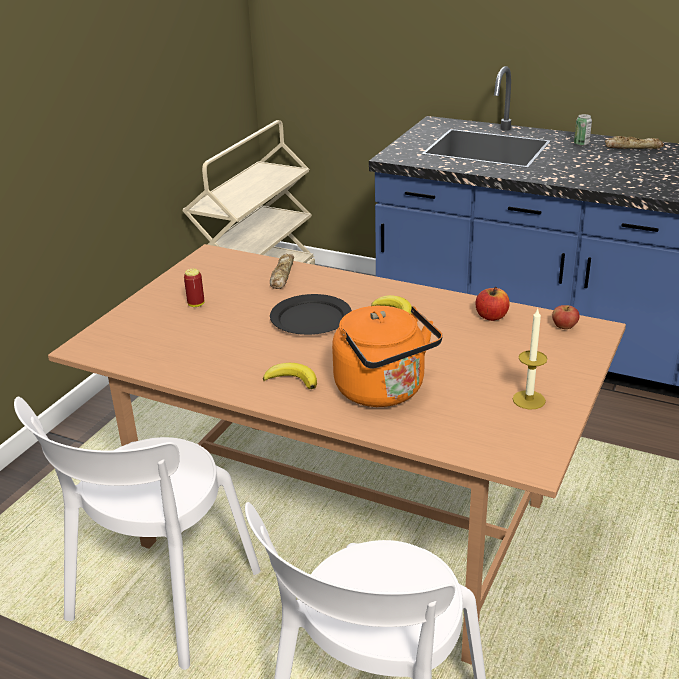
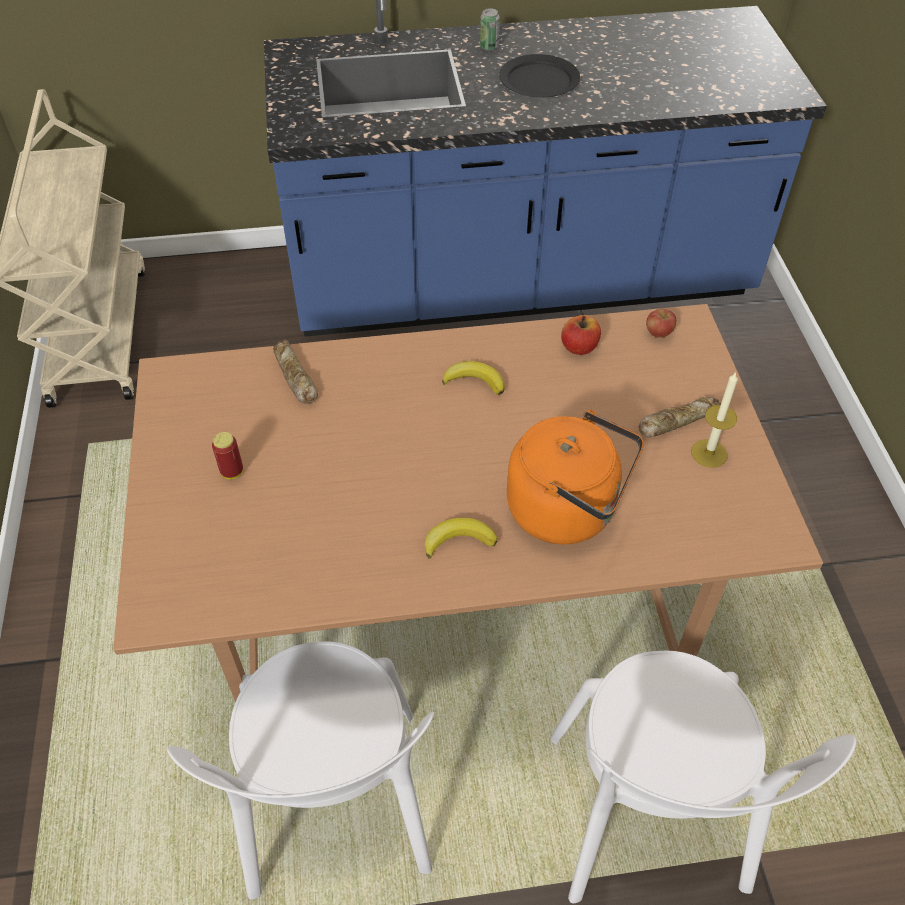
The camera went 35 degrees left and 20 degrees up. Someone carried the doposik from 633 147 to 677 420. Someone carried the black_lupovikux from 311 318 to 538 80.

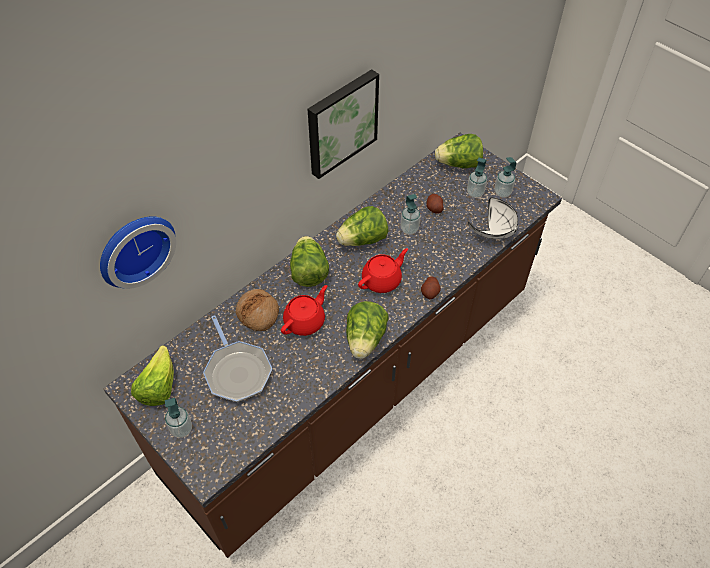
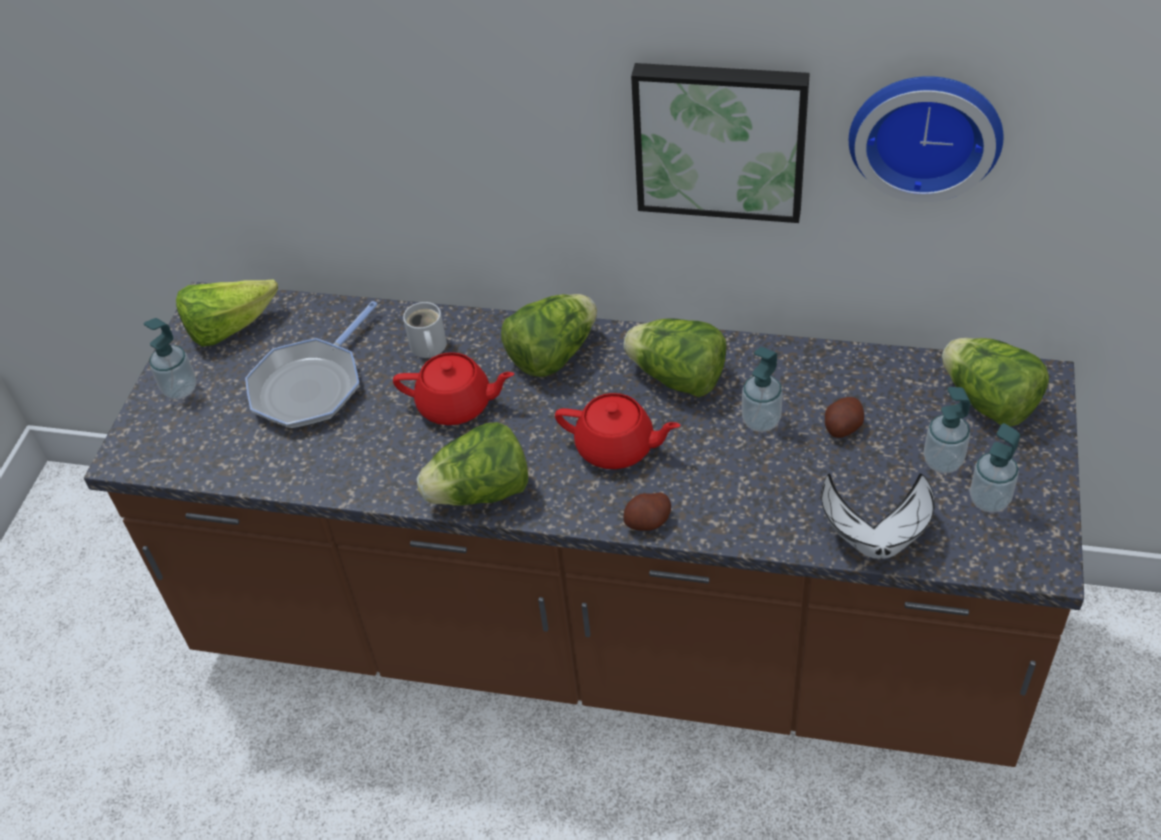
The camera went 60 degrees right and 5 degrees down. Someone carried the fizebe from 134 248 to 925 131. Someone swapped the doposik at 258 313 for the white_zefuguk at 427 348.

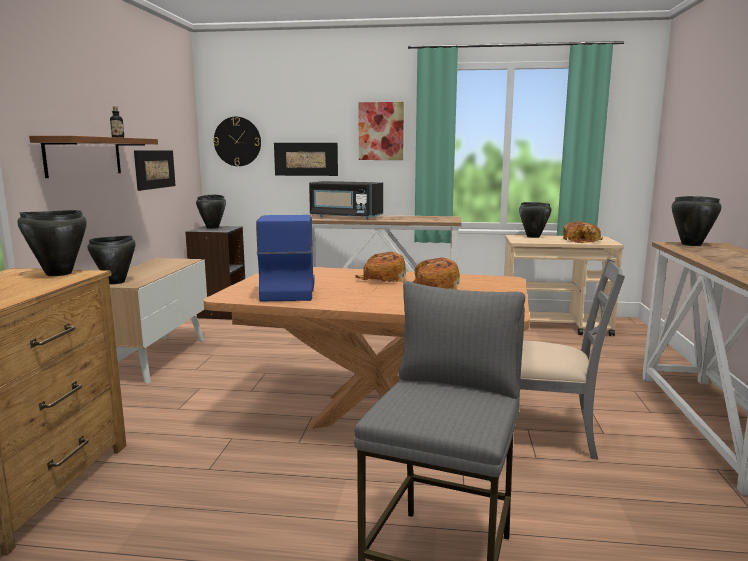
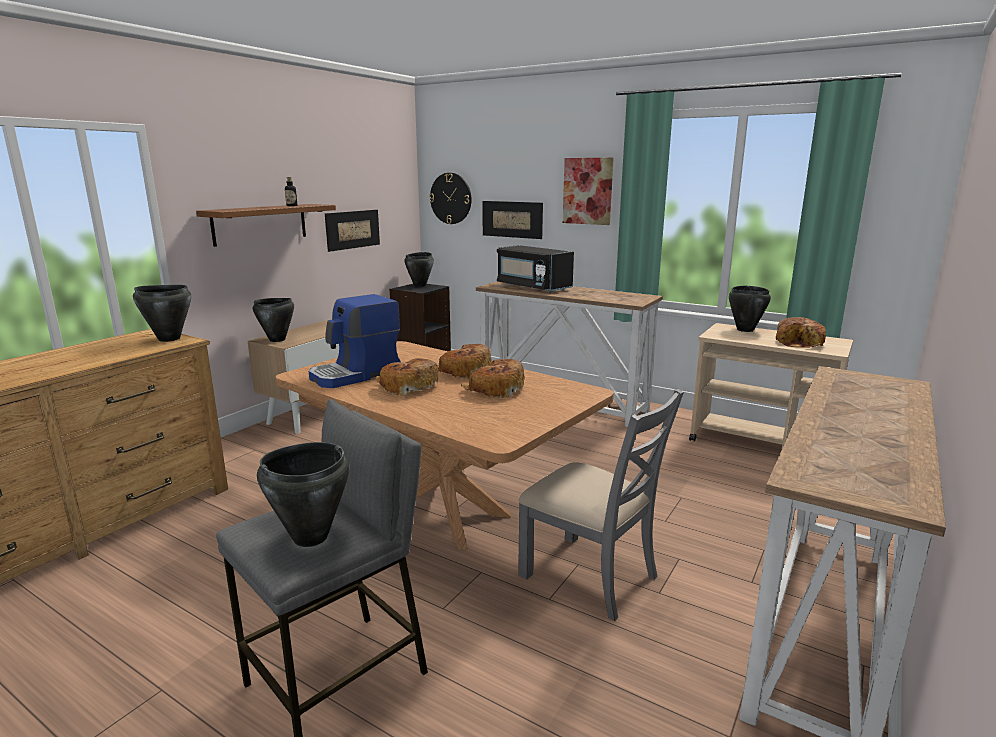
The camera went 25 degrees right and 5 degrees up. Someone carried the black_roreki from 690 244 to 310 537. Someone rotated the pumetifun at 287 291 by 150 degrees counterclockwise. Someone put down the doposik at 408 386.

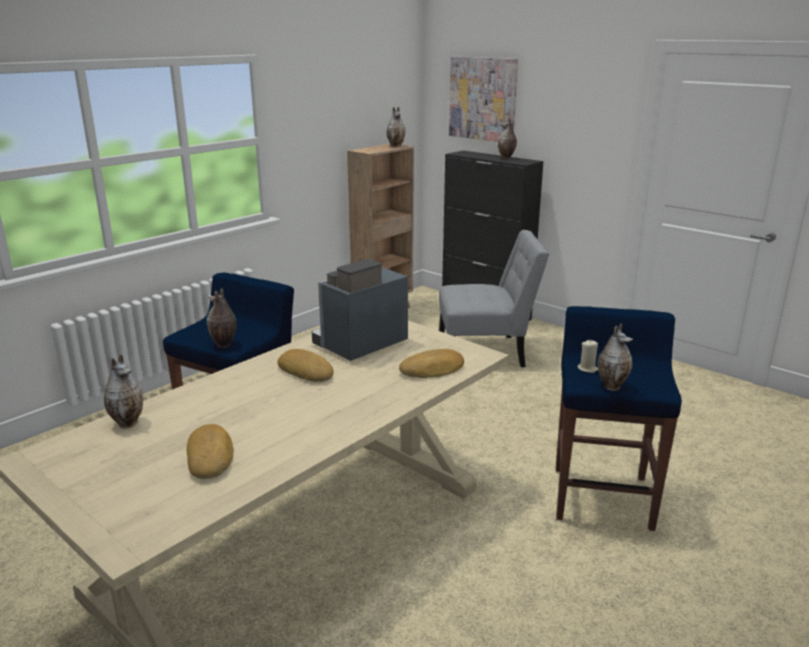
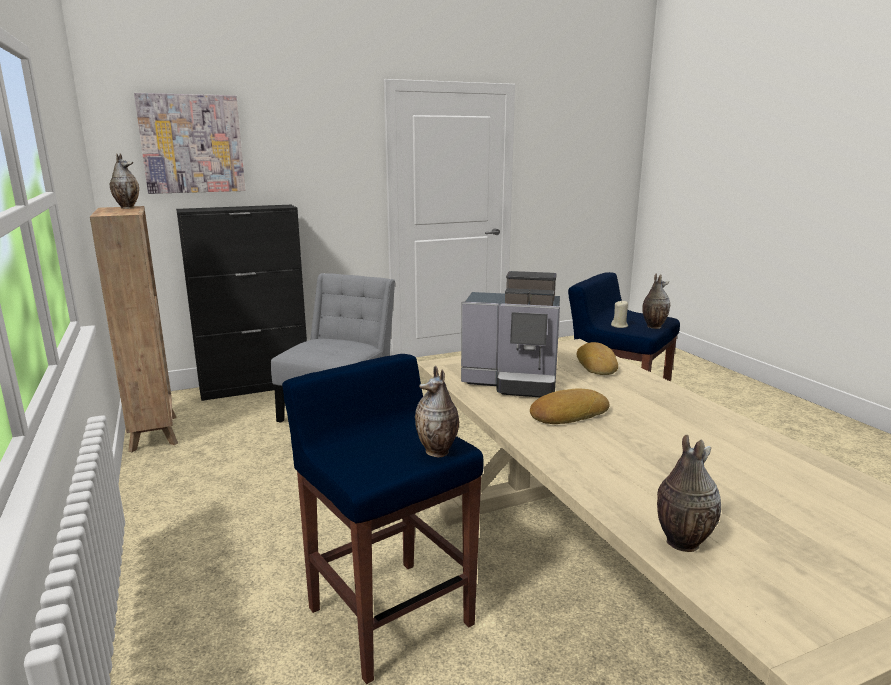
The camera went 65 degrees left and 5 degrees down. Someone took away the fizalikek at 506 157. Someone rotated the pumetifun at 359 345 by 60 degrees counterclockwise. Someone took away the doposik at 211 457.

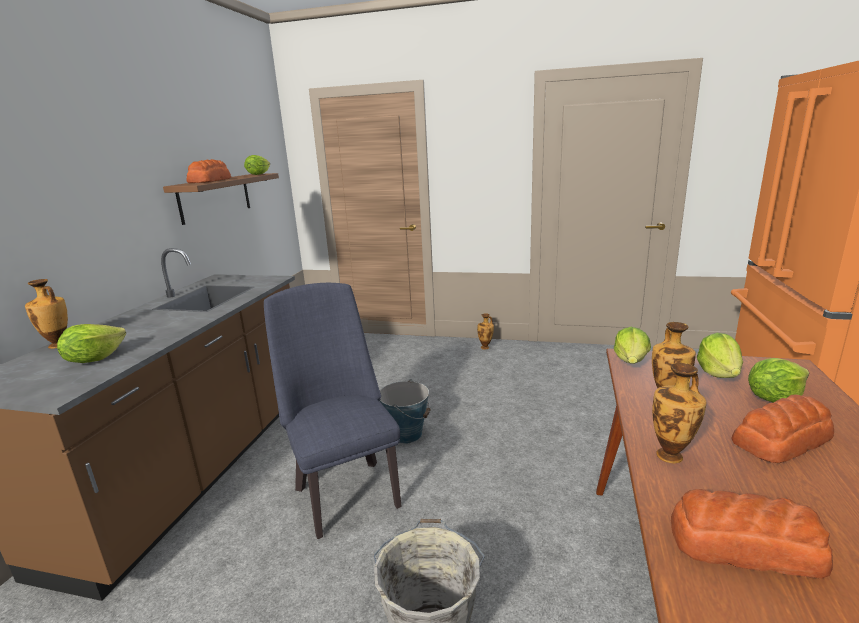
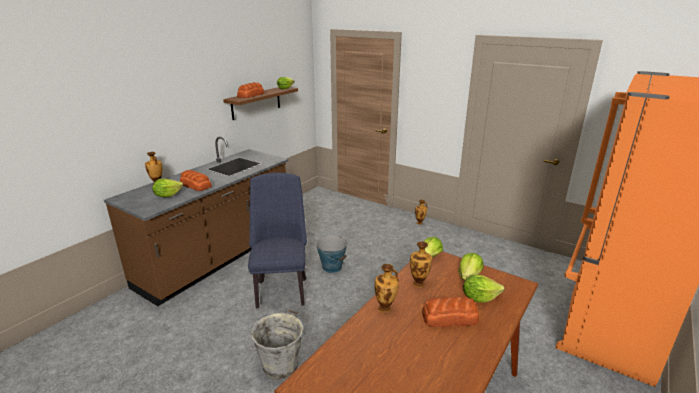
The camera went 20 degrees right and 5 degrees up. Someone carried the doposik from 742 544 to 195 185.

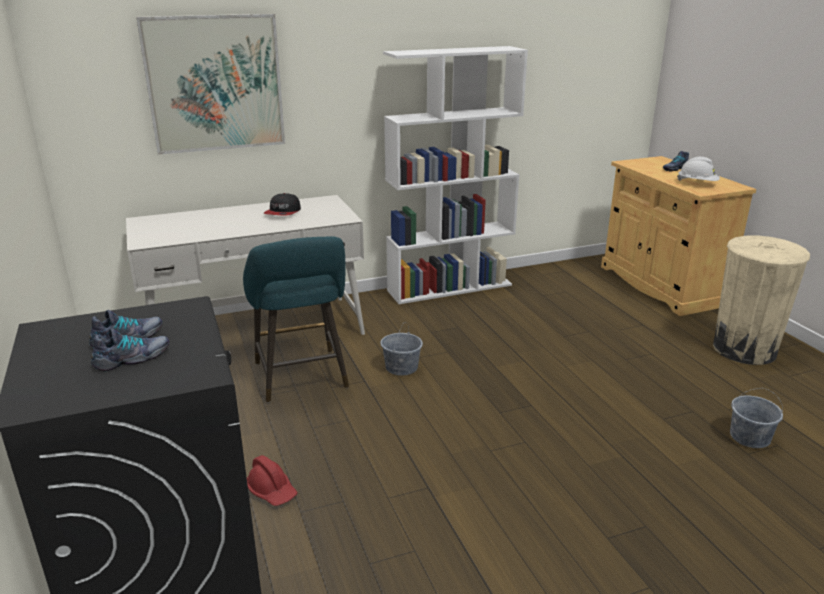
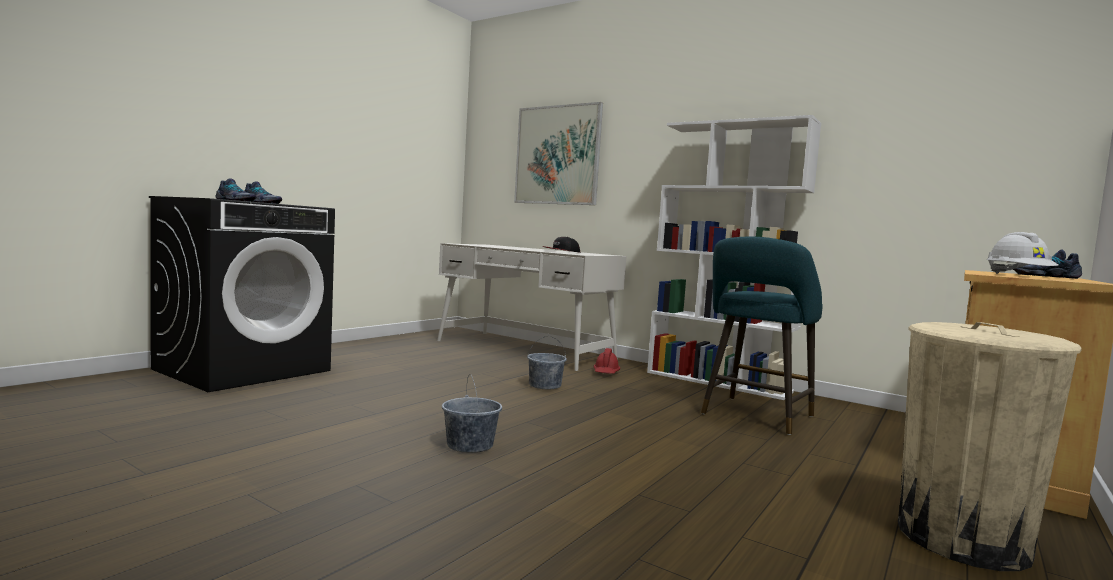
The camera went 55 degrees right and 20 degrees down. Someone carried the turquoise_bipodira from 302 378 to 755 417. Someone carried the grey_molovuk from 750 437 to 470 445. Someone carried the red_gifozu from 272 491 to 606 372.

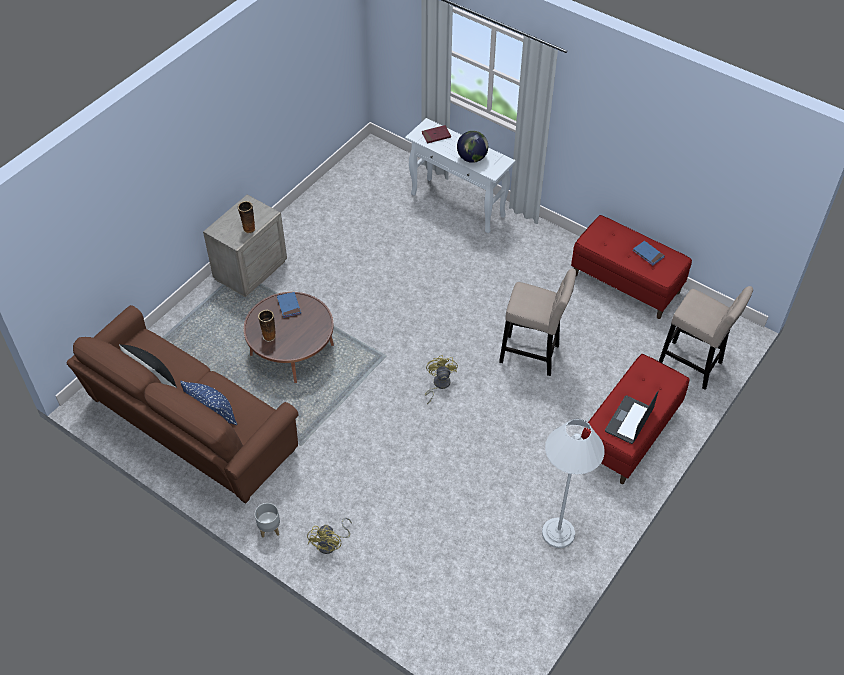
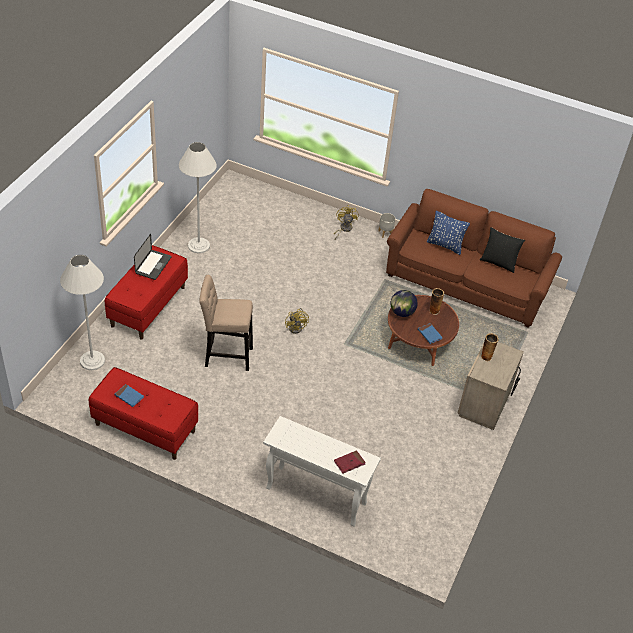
The camera went 165 degrees right and 5 degrees down. Someone carried the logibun from 472 158 to 402 312. Someone swapped the beige_bipodira at 693 366 for the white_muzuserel at 92 360.

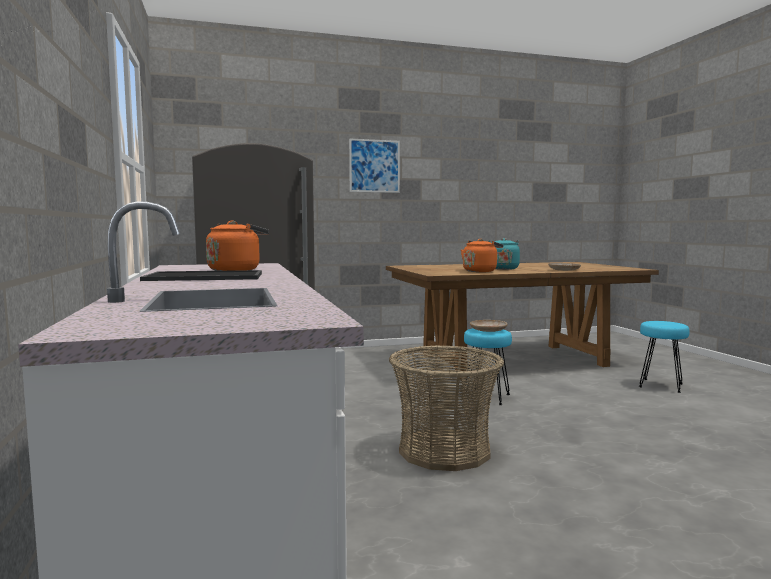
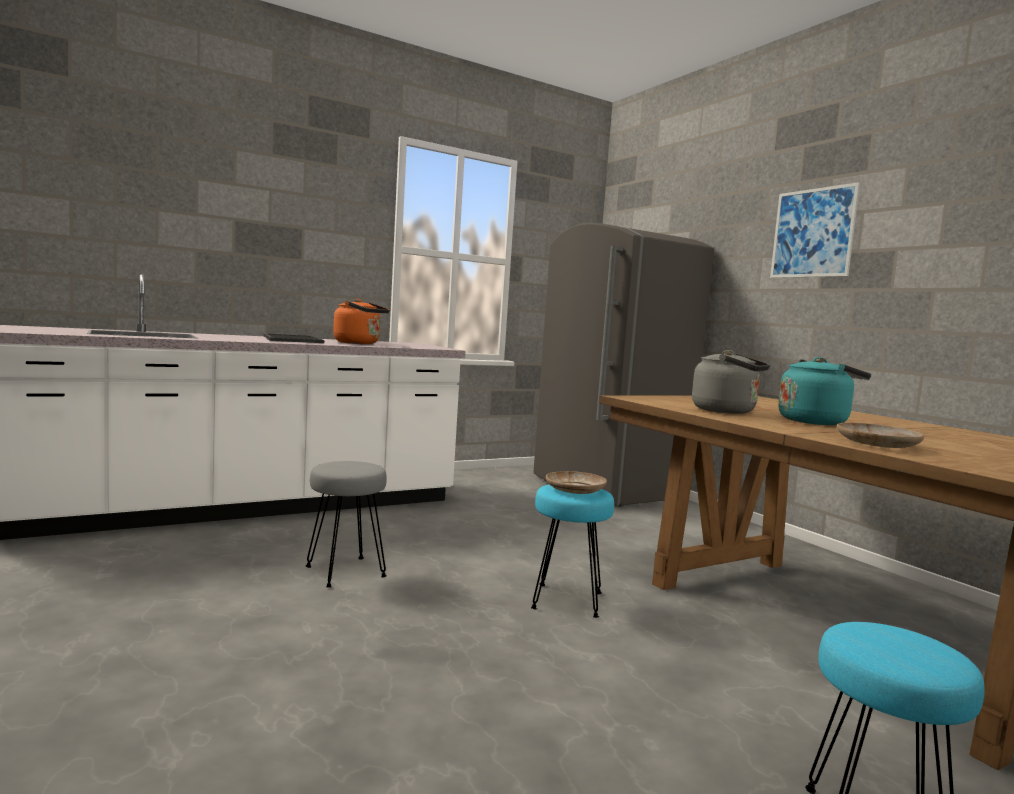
The camera went 75 degrees right and 0 degrees up. Someone repainted the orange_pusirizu at 480 271, which became the grey_pusirizu at 728 411. Someone swapped the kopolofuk at 444 450 for the grey_bipodira at 344 572.

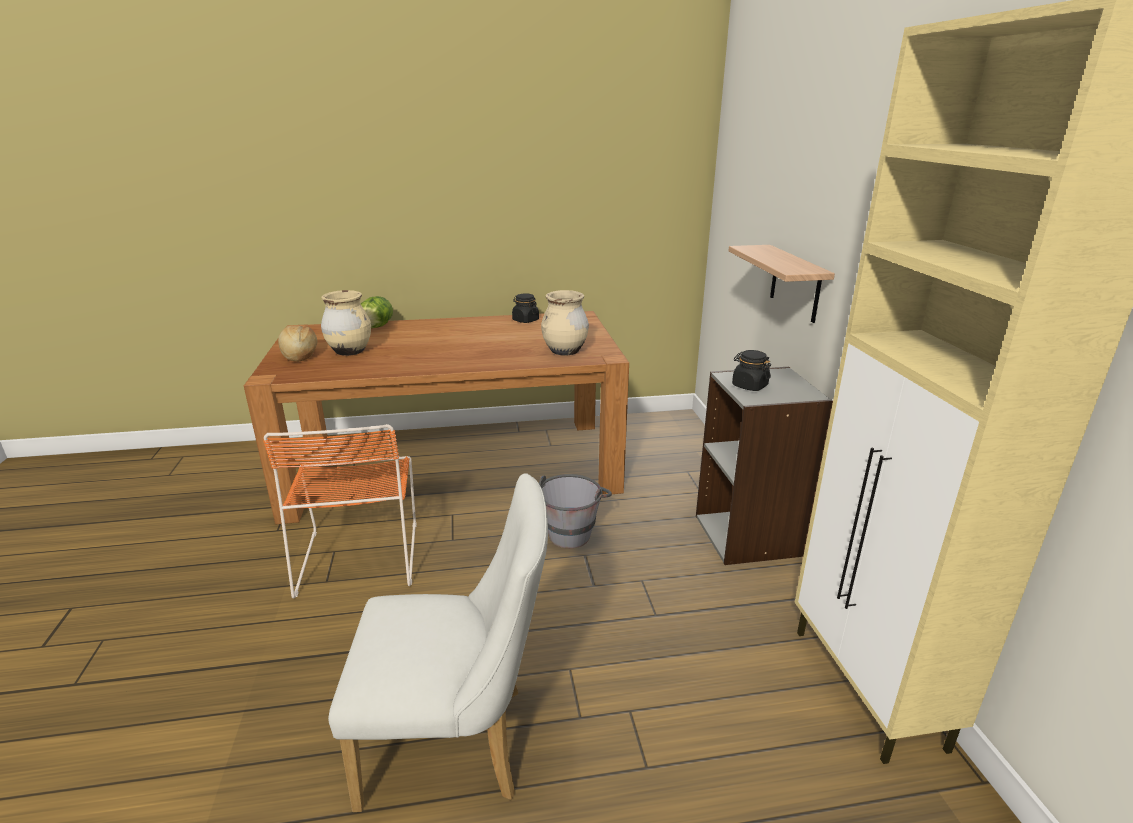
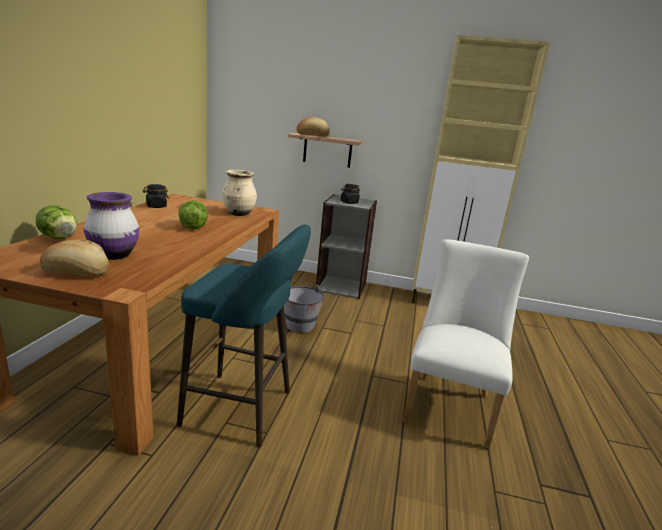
The camera went 70 degrees left and 5 degrees down. Someone repainted the beige_fizalikek at 349 351, which became the purple_fizalikek at 114 255. Someone swapped the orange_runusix at 360 554 for the turquoise_bipodira at 243 409. Someone put down the doposik at 312 135. Someone put down the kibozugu at 193 227.

